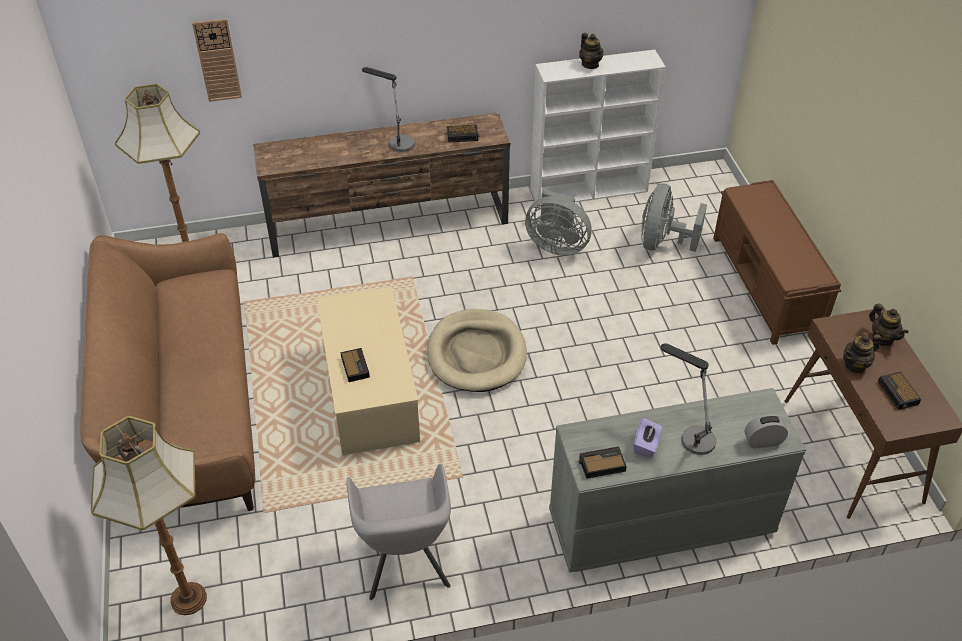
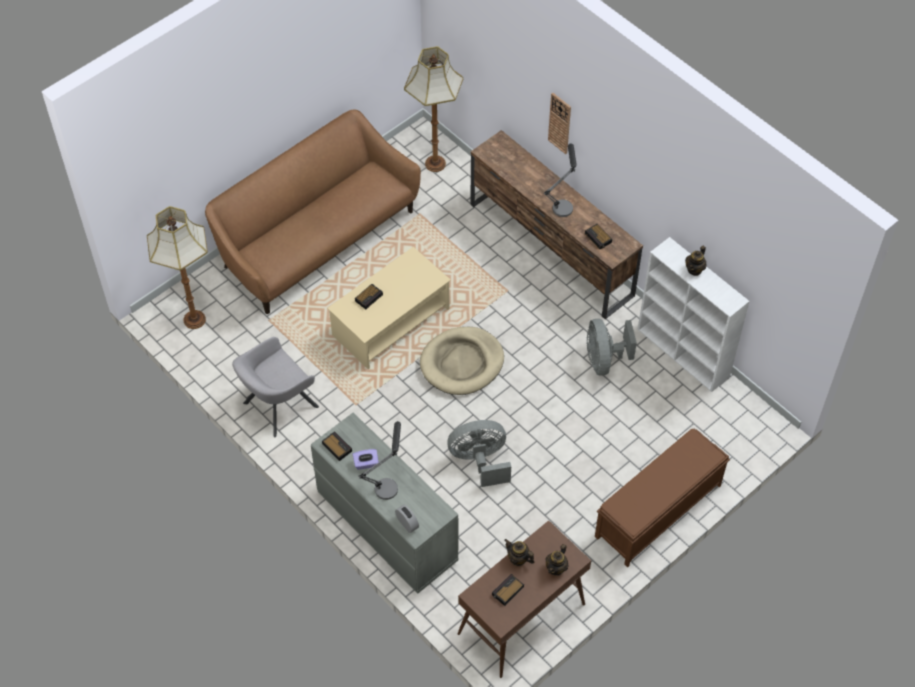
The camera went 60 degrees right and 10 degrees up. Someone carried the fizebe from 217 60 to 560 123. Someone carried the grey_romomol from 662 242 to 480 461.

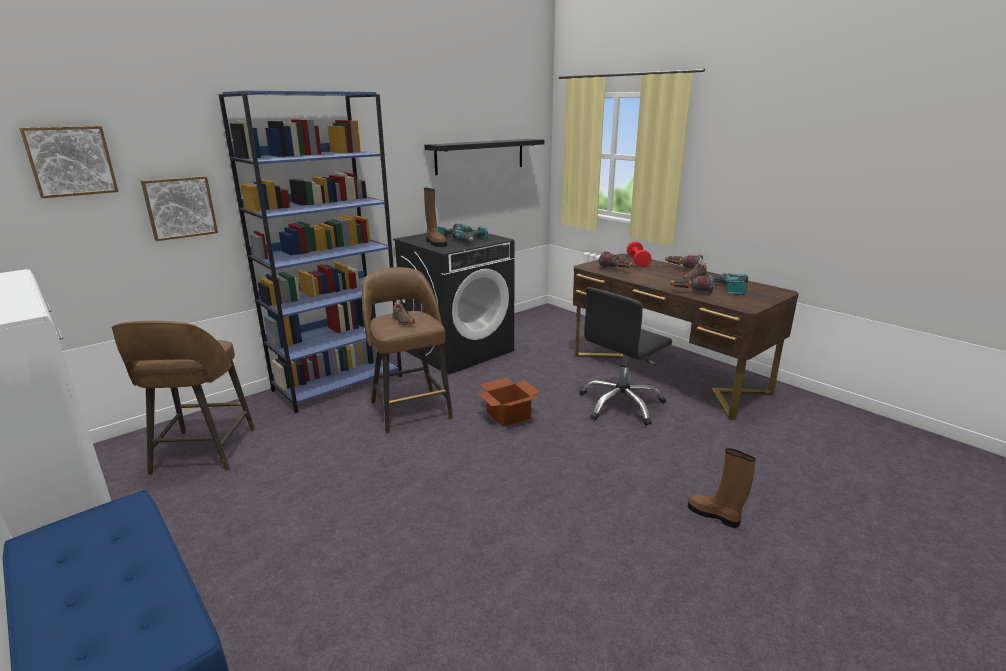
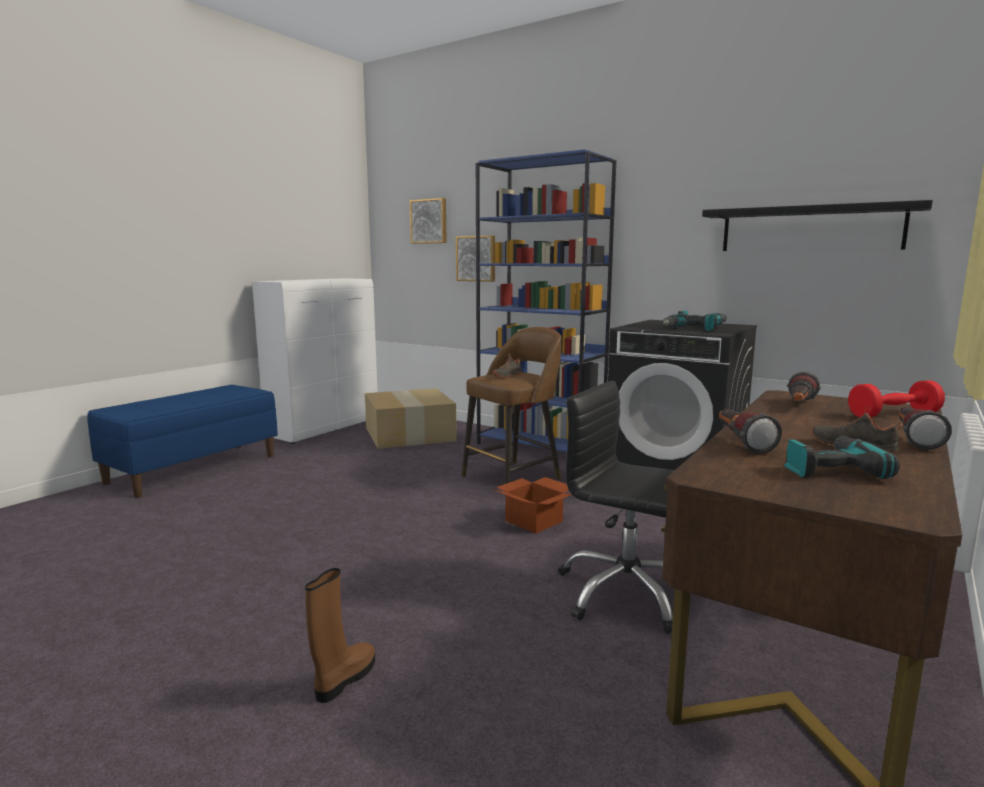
The camera went 75 degrees right and 10 degrees down. Someone took away the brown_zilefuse at 435 243. Someone swapped the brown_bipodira at 202 452 for the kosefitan at 408 434.

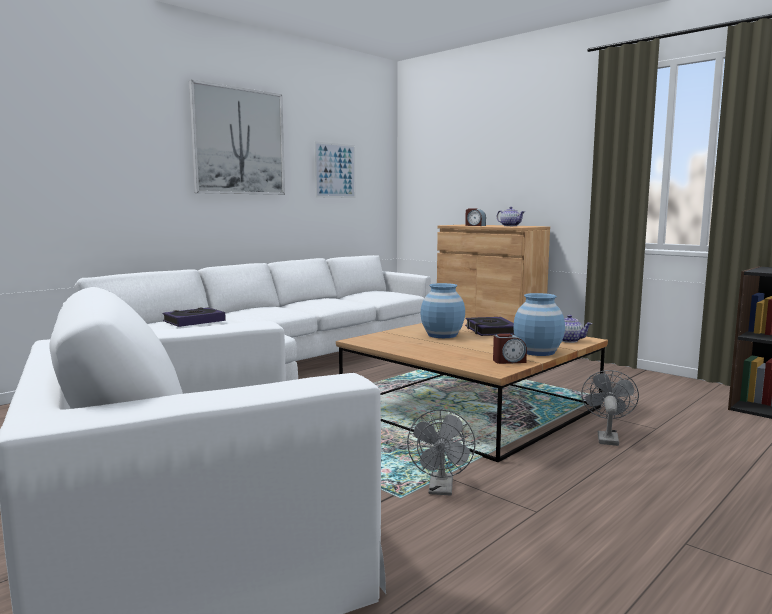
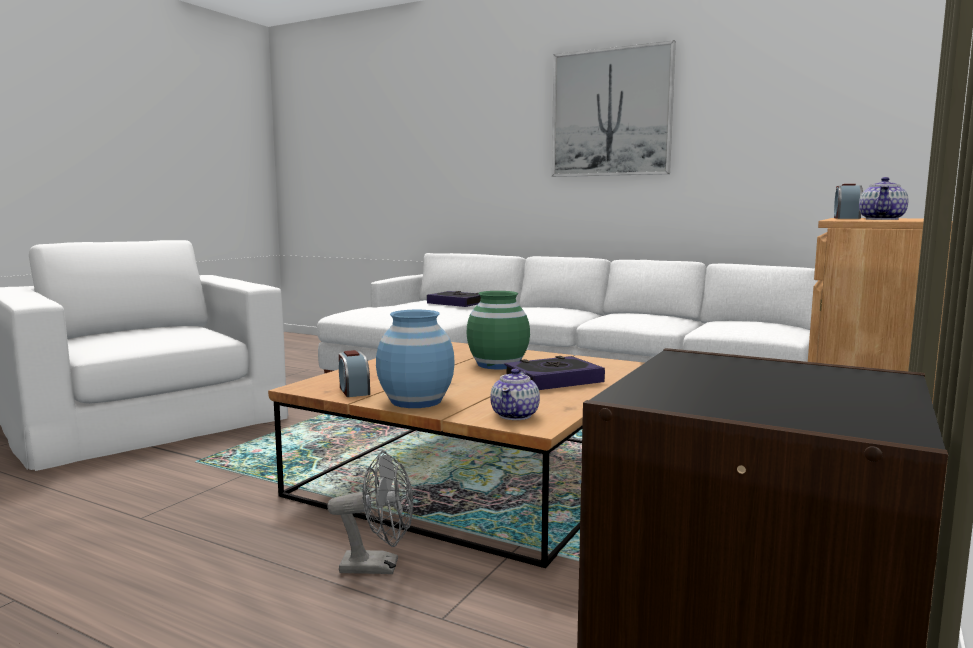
The camera went 75 degrees right and 0 degrees up. Someone took away the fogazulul at 335 170. Someone repainted the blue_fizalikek at 442 335, which became the green_fizalikek at 497 364. Someone took away the grey_romomol at 441 490.

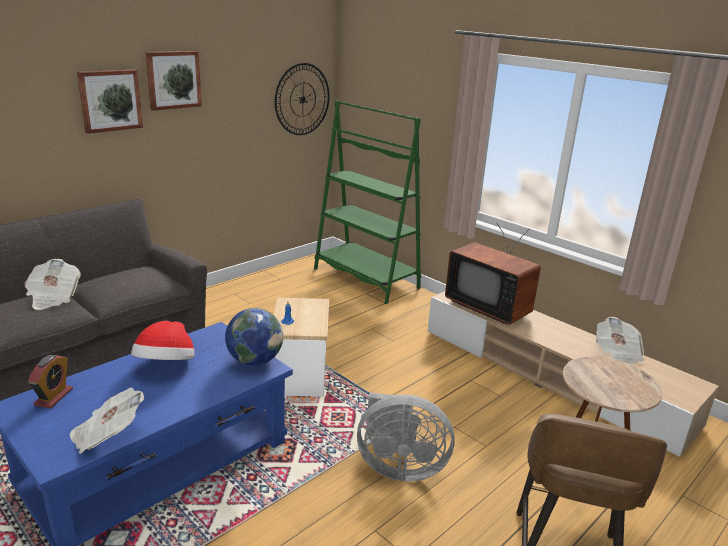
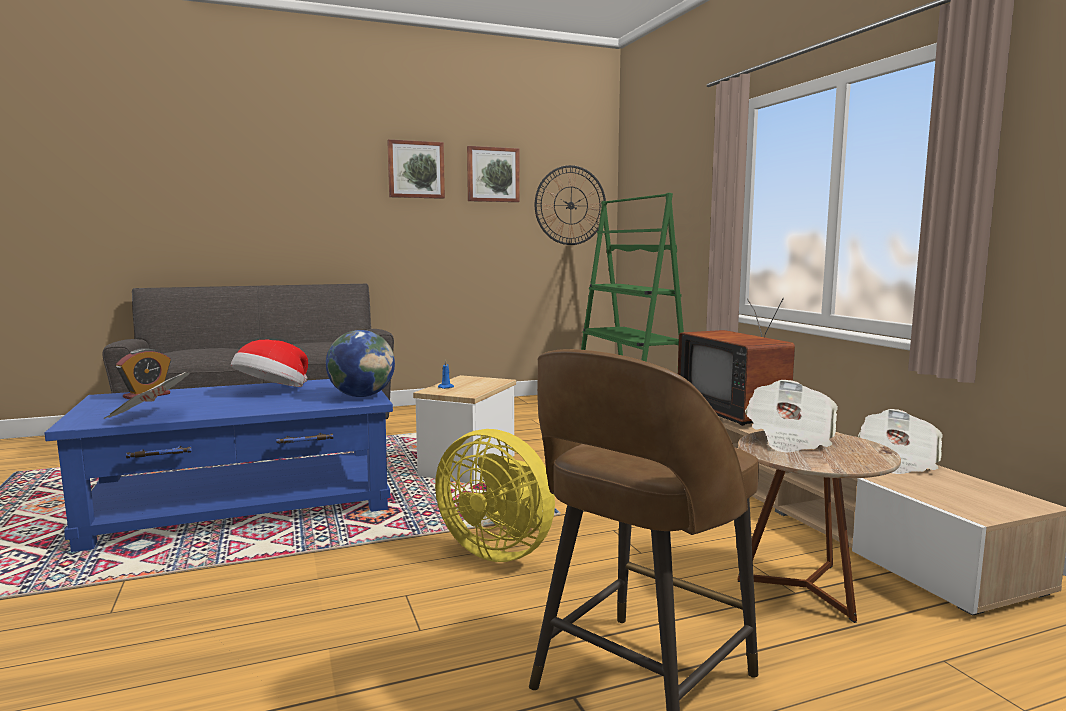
The camera went 25 degrees right and 15 degrees down. Someone carried the fogazulul from 110 100 to 492 174. Someone carried the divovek from 53 297 to 789 440. Someone repainted the grey_romomol at 399 467, which became the yellow_romomol at 499 550.

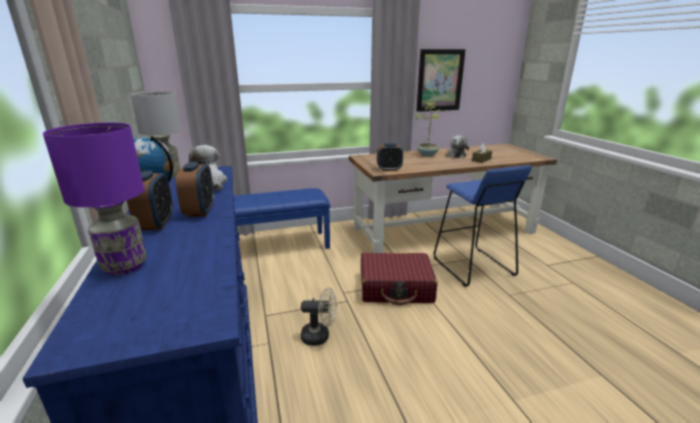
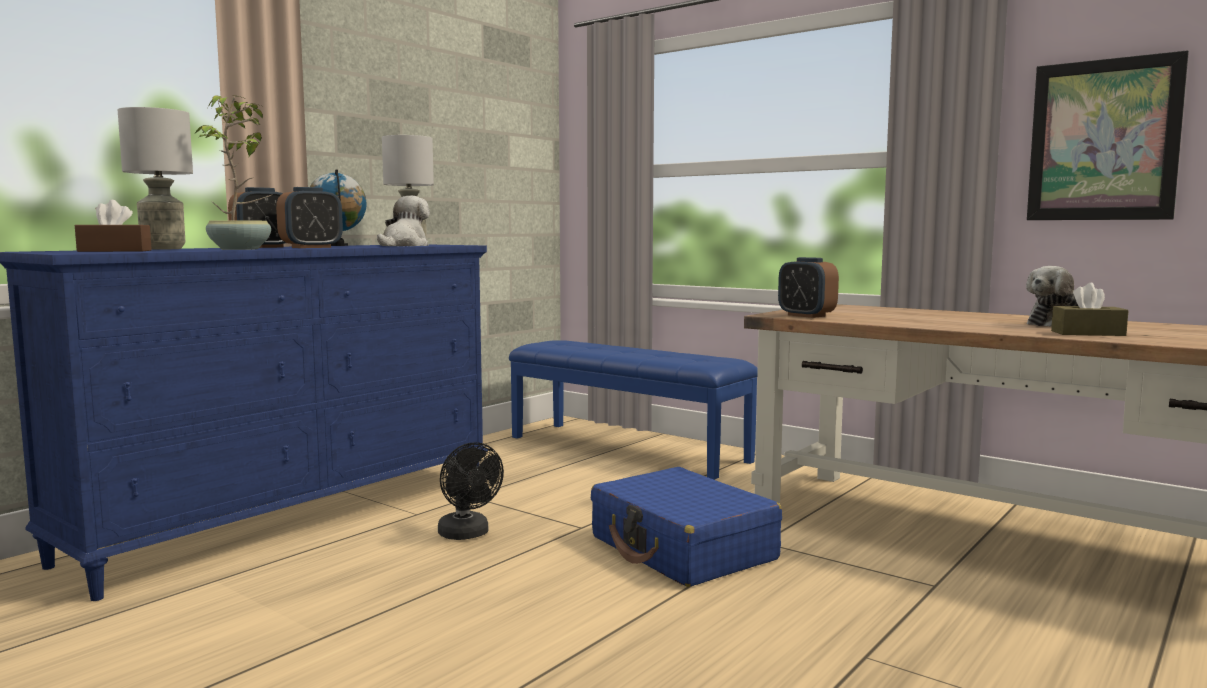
The camera went 55 degrees right and 15 degrees down. Someone carried the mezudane from 427 155 to 241 249. Someone repainted the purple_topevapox at 123 266, which became the grey_topevapox at 162 249. Someone took away the blue_bipodira at 472 267. Someone repainted the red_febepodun at 396 287, which became the blue_febepodun at 682 549. Someone repainted the beige_romomol at 320 336, which became the black_romomol at 467 535. Someone put down the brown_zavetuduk at 115 251.

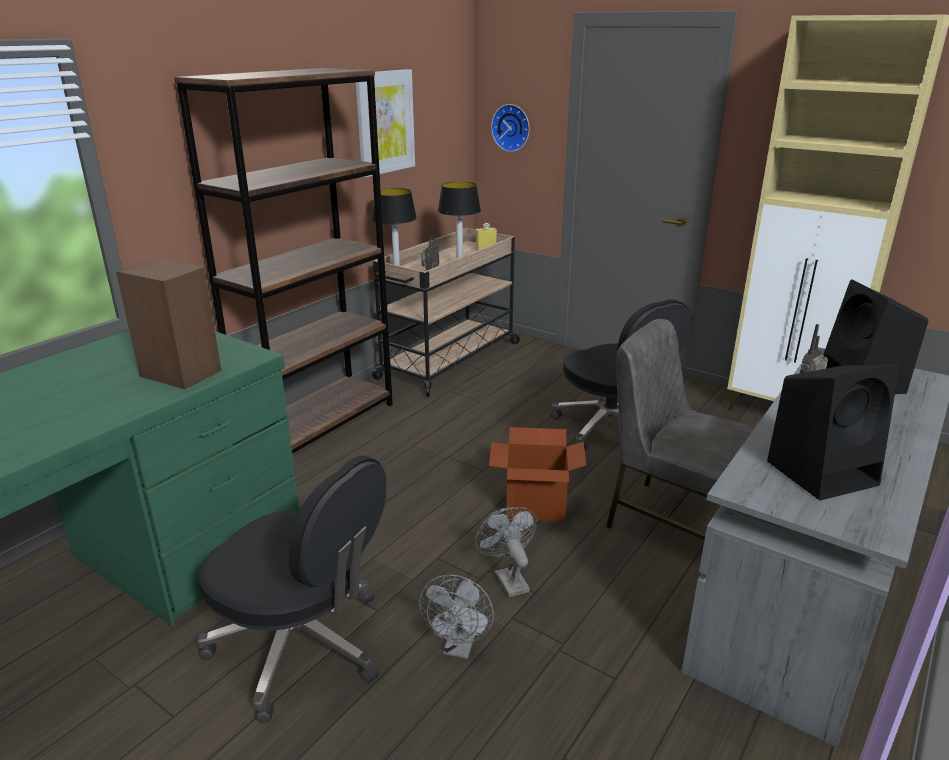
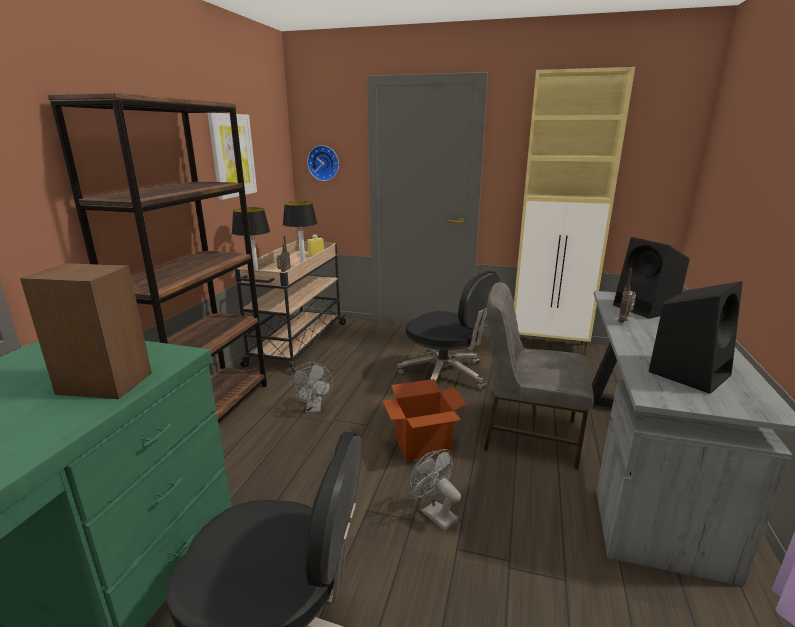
The camera went 20 degrees left and 5 degrees down. Someone carried the grey_romomol from 459 647 to 314 409.

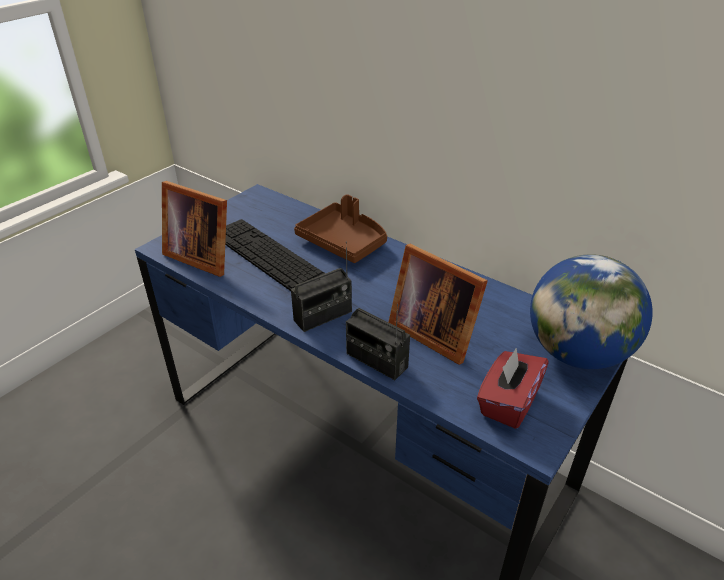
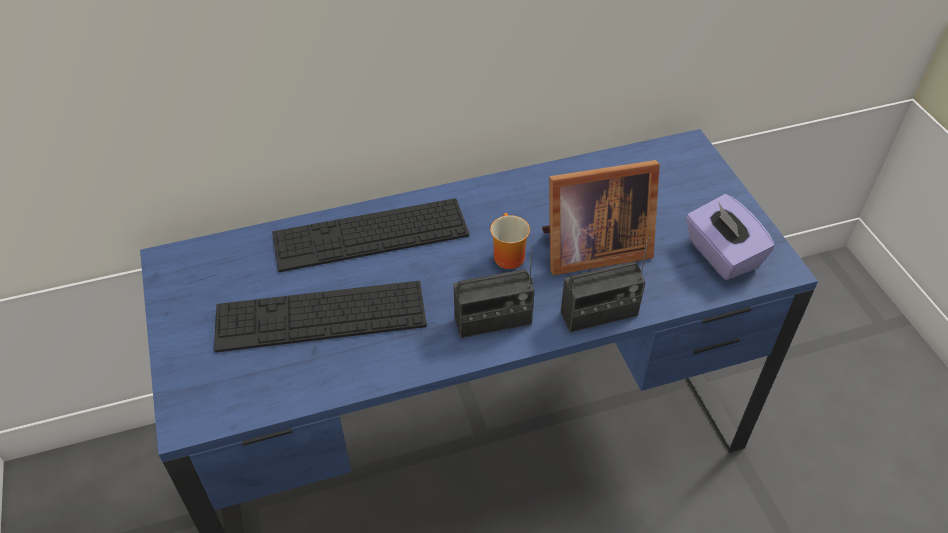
The camera went 55 degrees left and 10 degrees up. Someone took away the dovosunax at 201 256. Someone swapped the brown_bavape at 343 242 for the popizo at 370 234. Someone rotated the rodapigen at 323 316 by 75 degrees clockwise. Someone took away the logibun at 576 353. Someone repainted the red_zavetuduk at 508 402, which became the purple_zavetuduk at 721 255. Someone put down the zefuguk at 506 255.

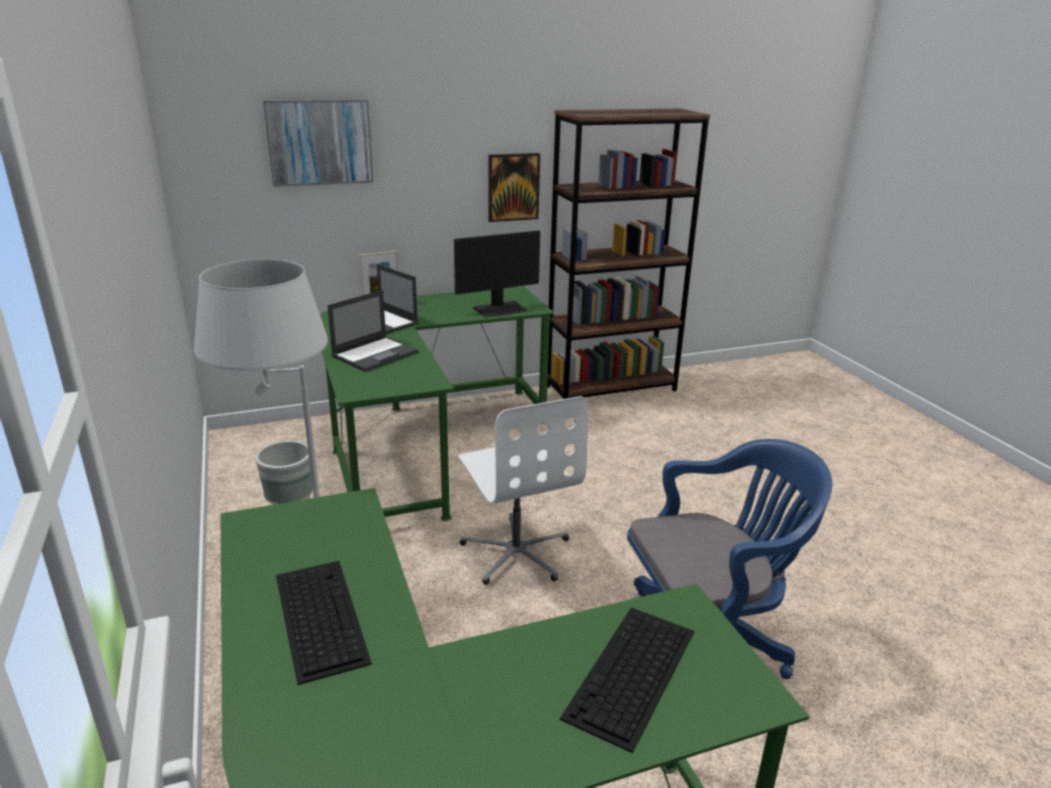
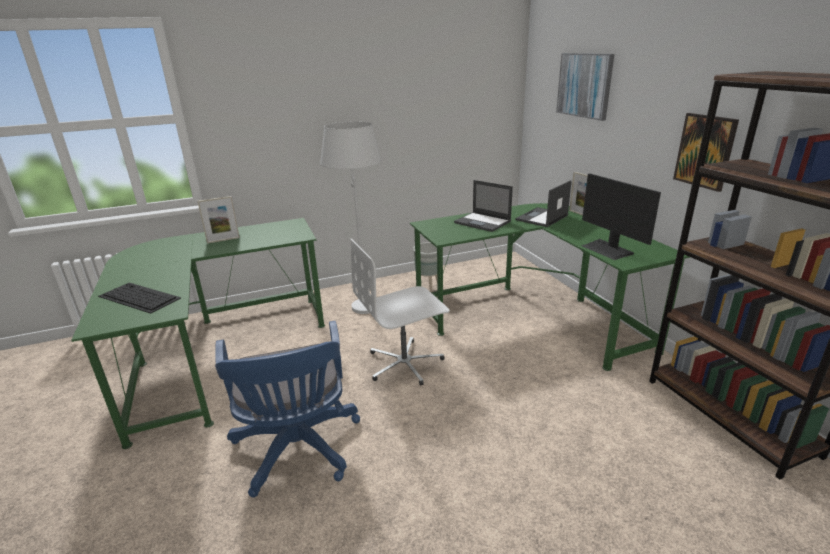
The camera went 90 degrees right and 0 degrees up. Someone swapped the popizo at 319 616 for the dovosunax at 223 240.

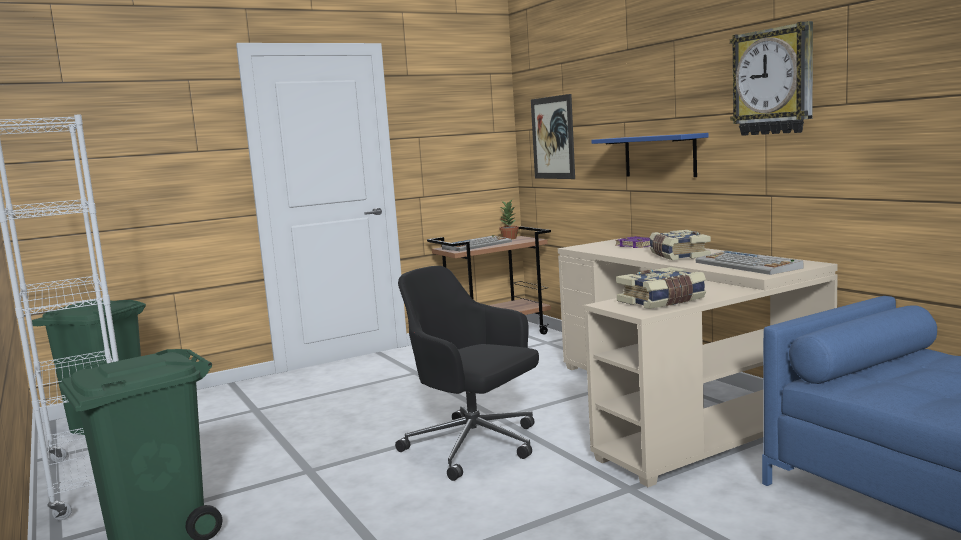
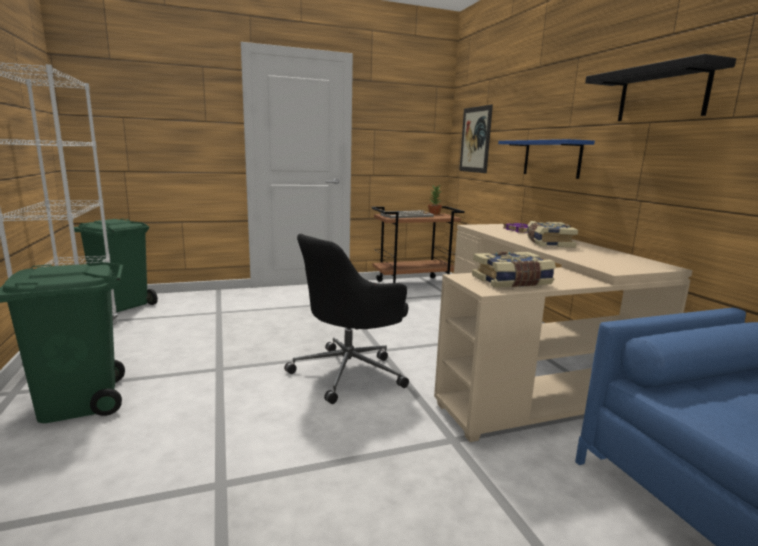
The camera went 10 degrees right and 5 degrees up. Someone swapped the fizebe at 773 81 for the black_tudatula at 662 94. Someone took away the popizo at 748 265. Someone rotated the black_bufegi at 475 446 by 90 degrees counterclockwise.

